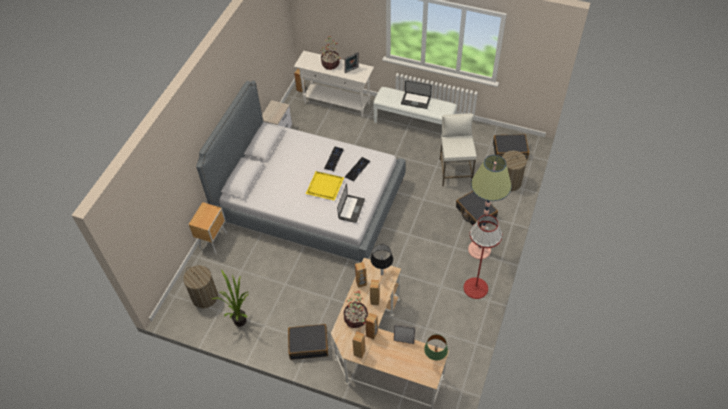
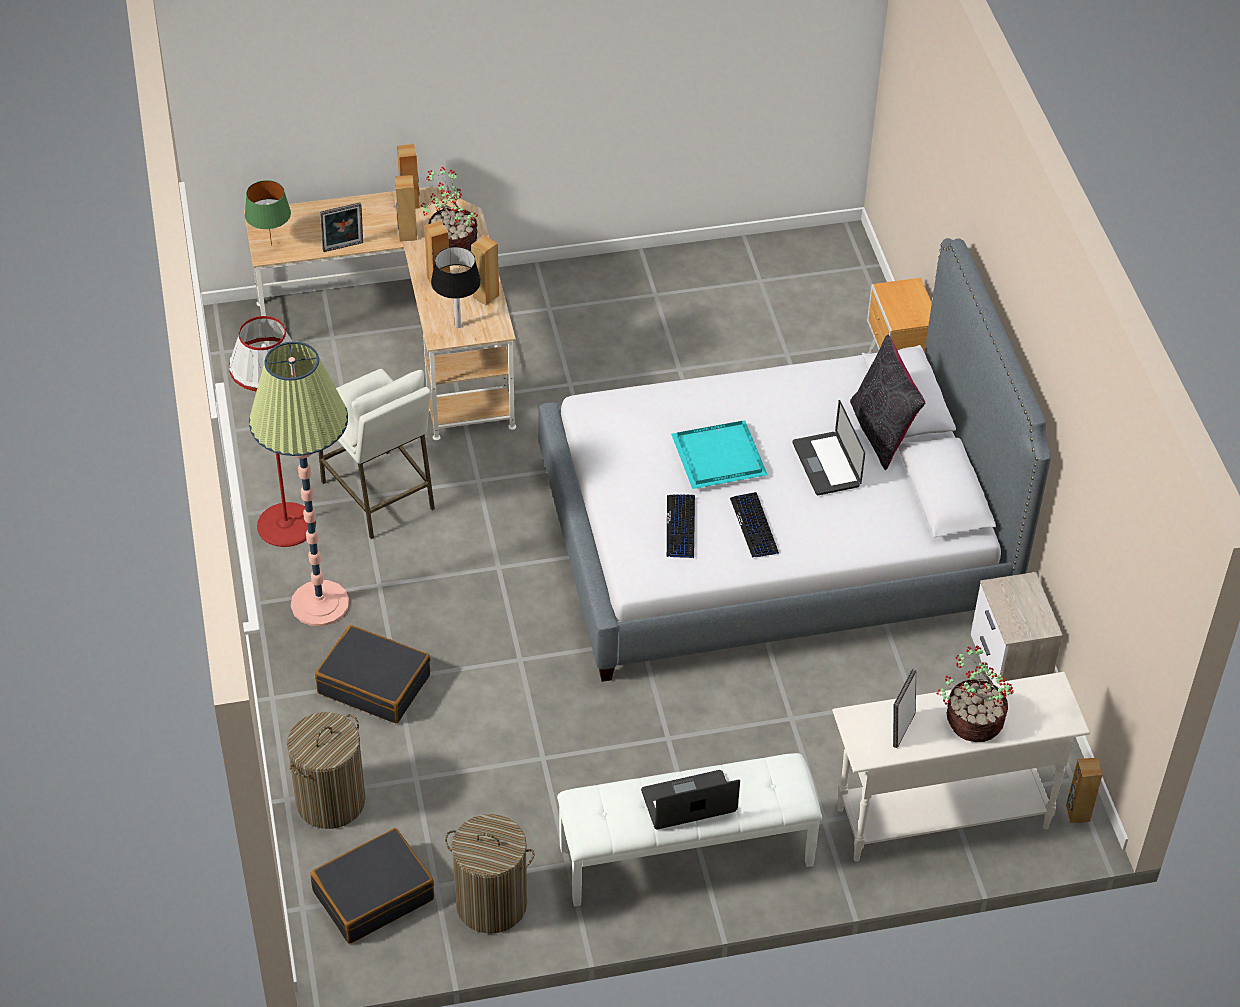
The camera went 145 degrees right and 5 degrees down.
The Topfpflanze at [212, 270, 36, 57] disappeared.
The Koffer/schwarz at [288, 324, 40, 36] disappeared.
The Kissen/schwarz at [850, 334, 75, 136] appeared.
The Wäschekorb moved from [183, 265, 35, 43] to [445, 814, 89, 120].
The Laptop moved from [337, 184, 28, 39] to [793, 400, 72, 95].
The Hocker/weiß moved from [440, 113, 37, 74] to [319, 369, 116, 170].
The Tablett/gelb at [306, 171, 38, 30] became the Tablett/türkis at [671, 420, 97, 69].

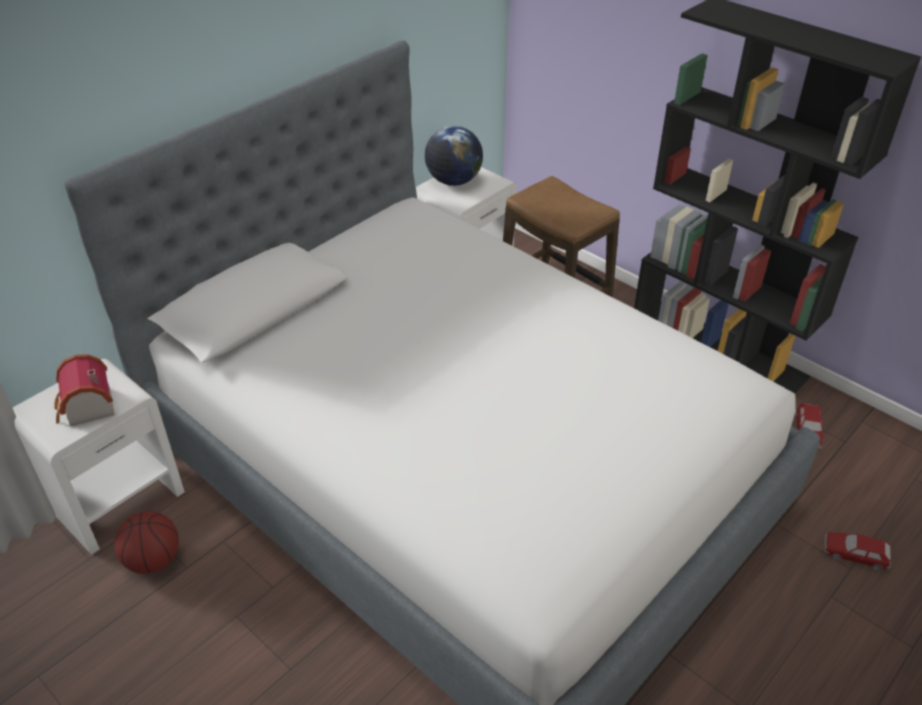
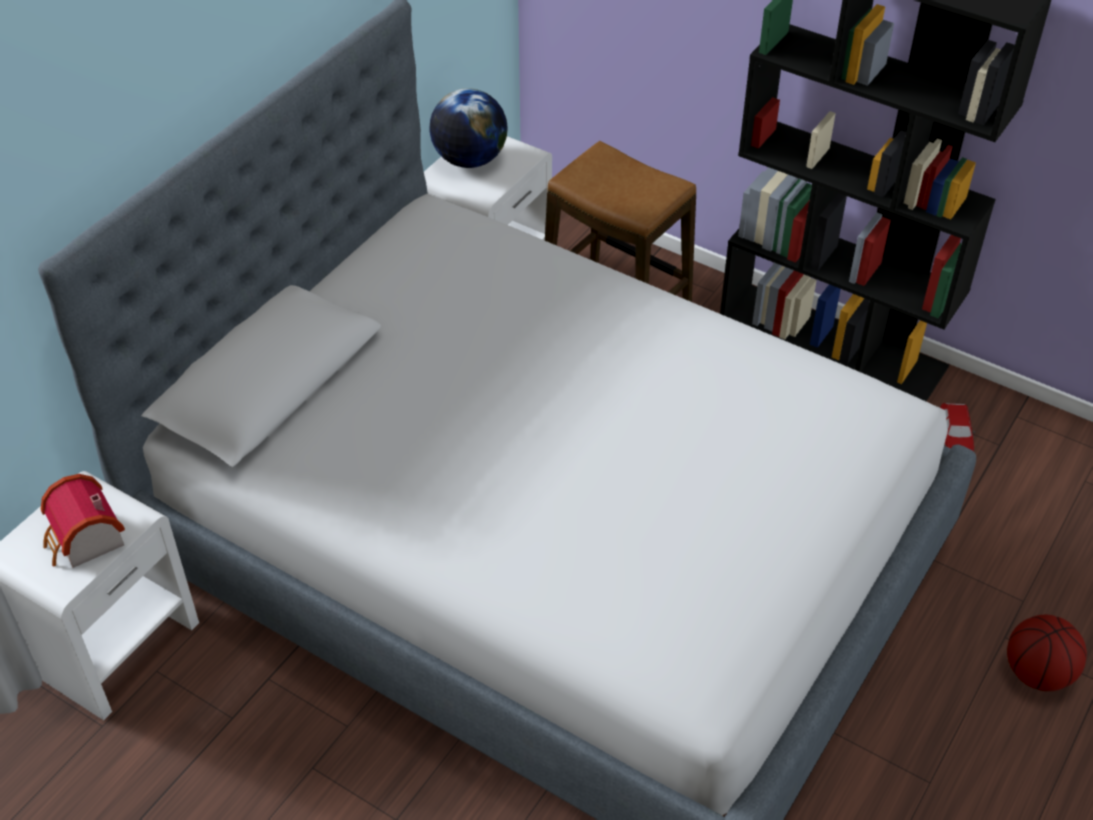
The camera went 10 degrees left and 5 degrees up.
The Spielzeugauto at [824, 532, 67, 39] disappeared.
The Basketball moved from [115, 511, 64, 63] to [1007, 615, 80, 76].

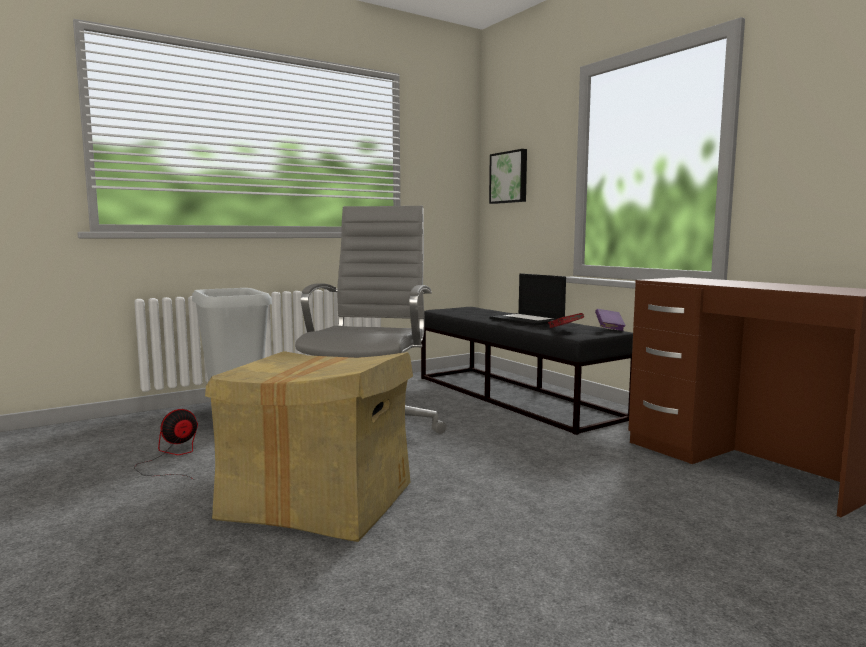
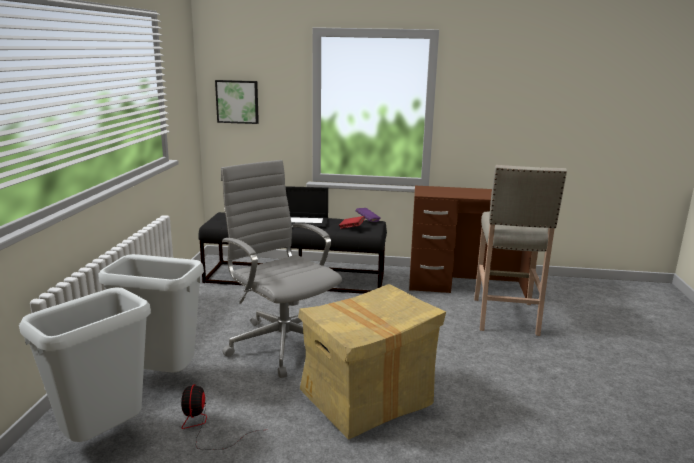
The camera went 50 degrees left and 10 degrees up.
The Mülleimer/grau at [19, 287, 132, 155] appeared.
The Hocker/beige at [474, 165, 93, 171] appeared.

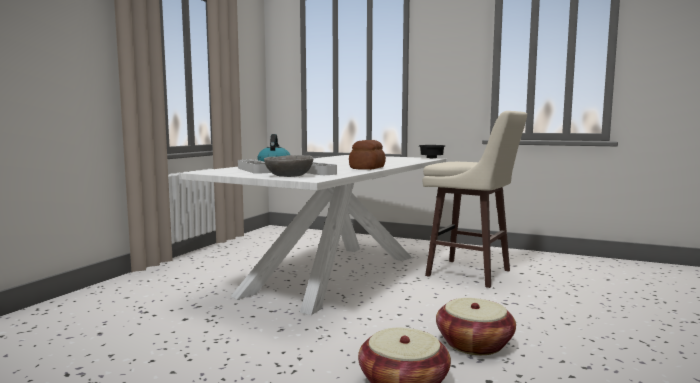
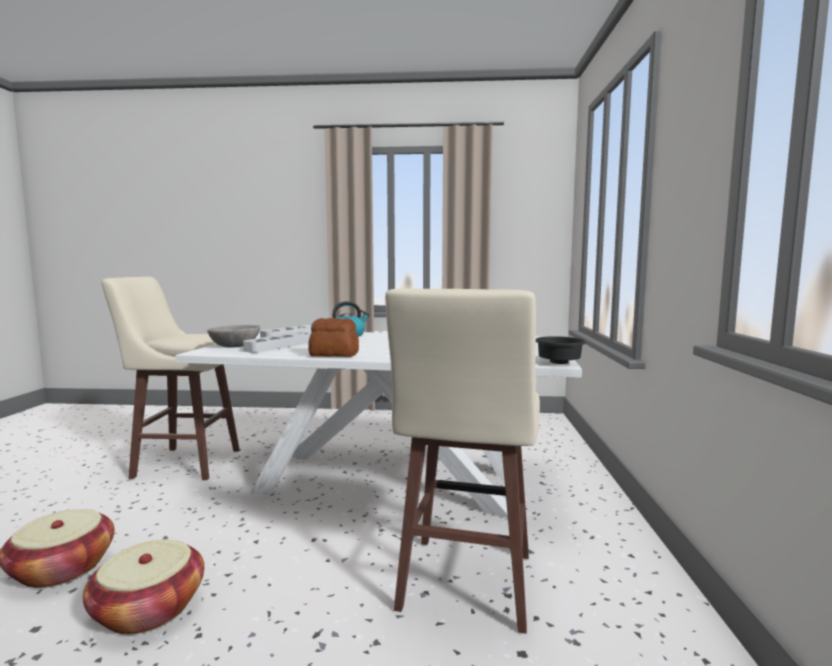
The camera went 70 degrees right and 0 degrees up.
The Hocker/beige at [101, 277, 139, 203] appeared.

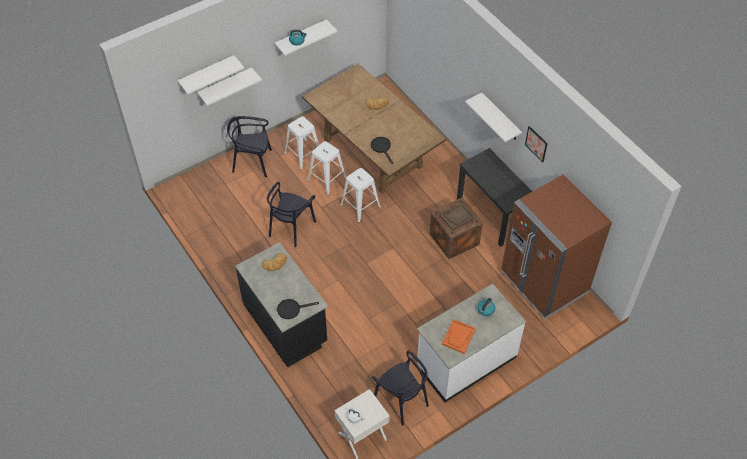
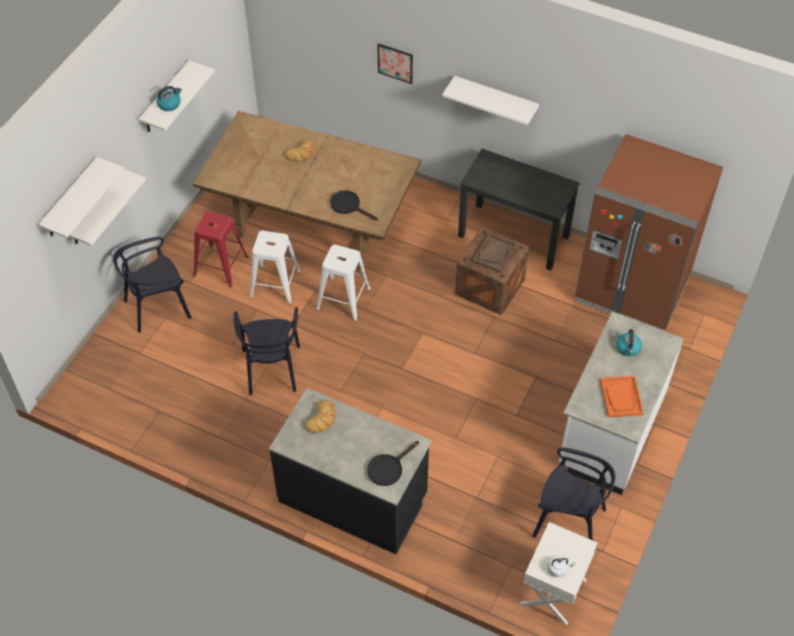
The camera went 30 degrees left and 0 degrees up.
The Bild moved from [525, 126, 22, 37] to [378, 43, 35, 41].
The Hocker/weiß at [284, 116, 35, 53] became the Hocker/rot at [193, 211, 56, 76].

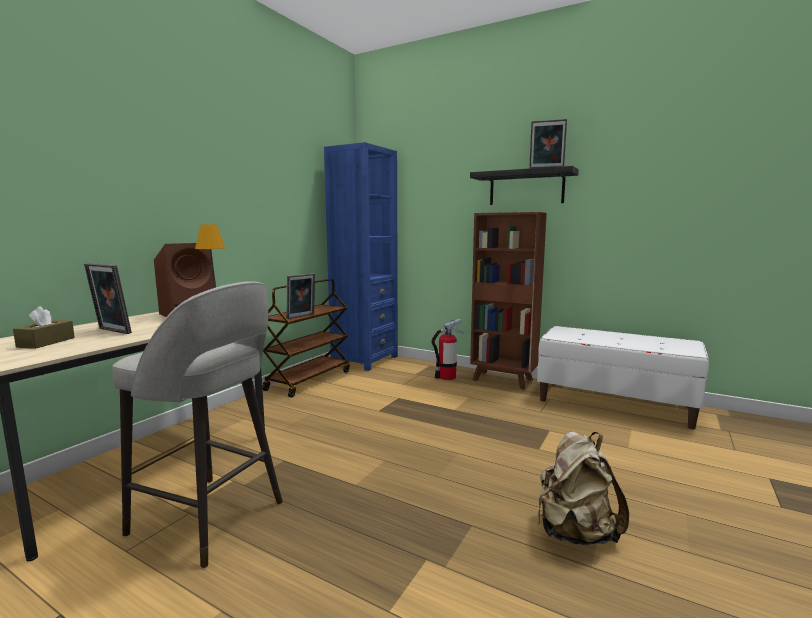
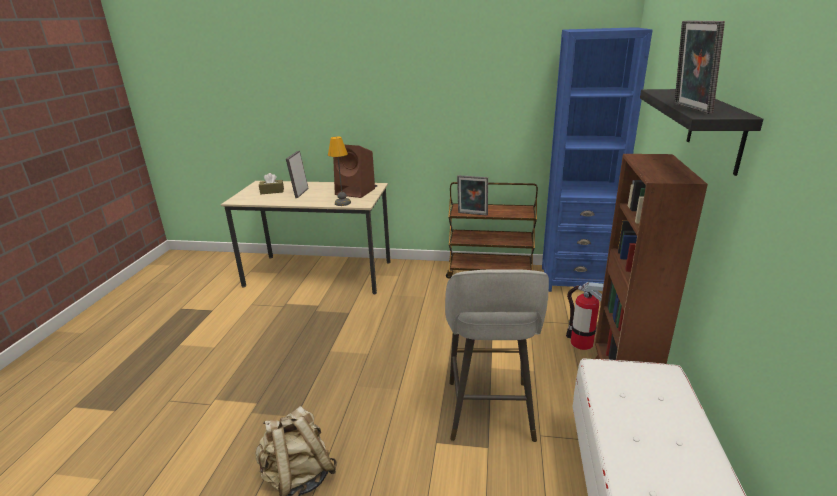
The camera went 70 degrees right and 15 degrees up.
The Hocker/grau moved from [112, 281, 171, 287] to [445, 269, 104, 173].

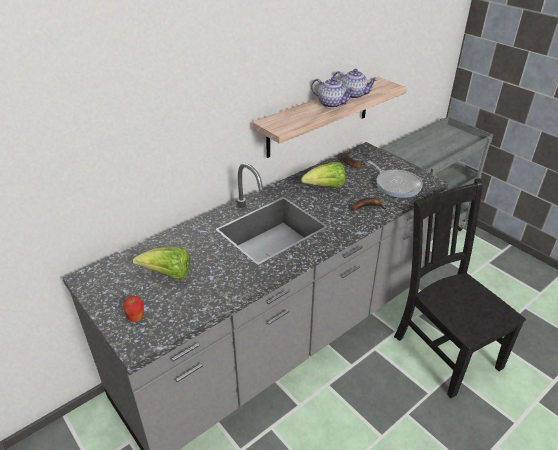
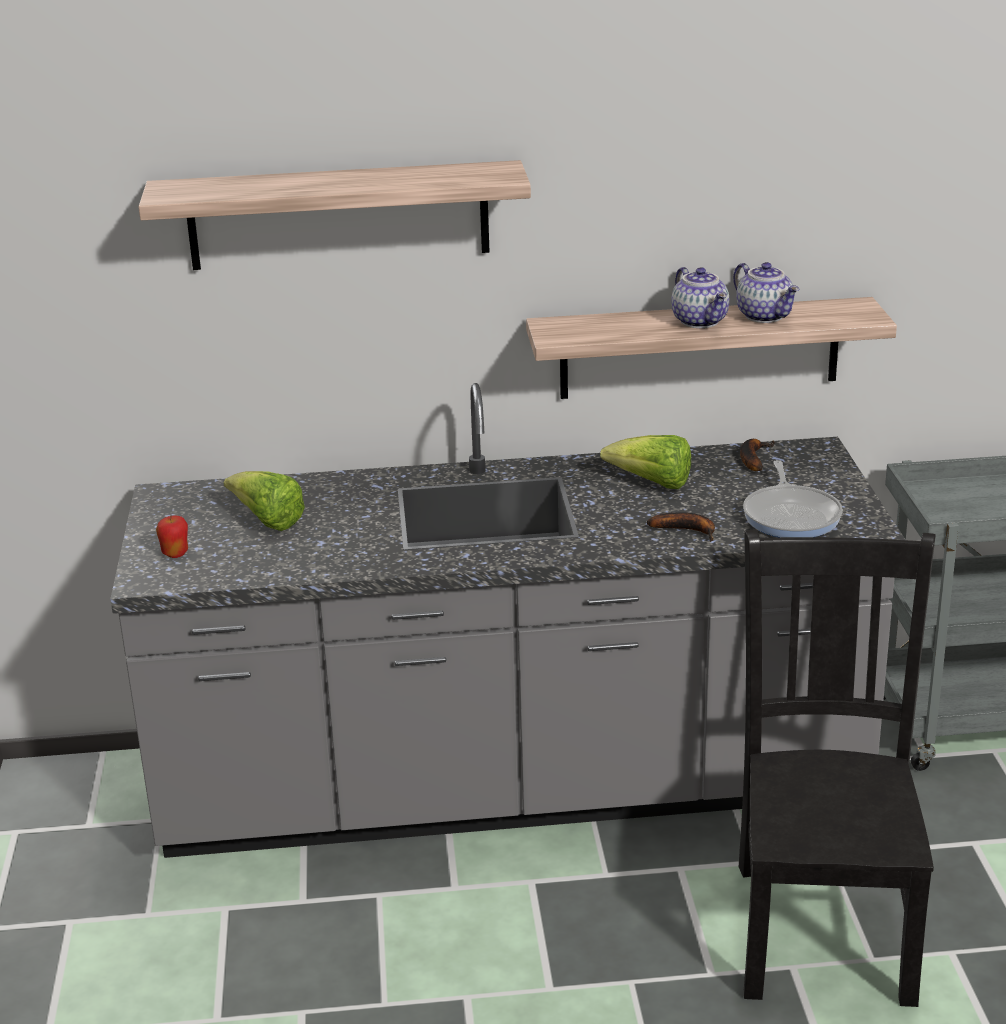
The camera went 35 degrees right and 10 degrees down.
The Wandregal at [139, 160, 392, 110] appeared.

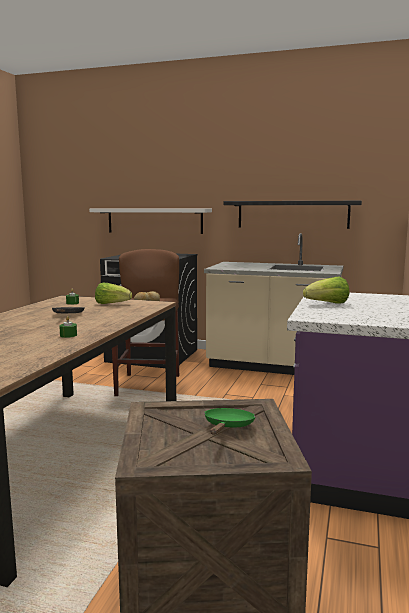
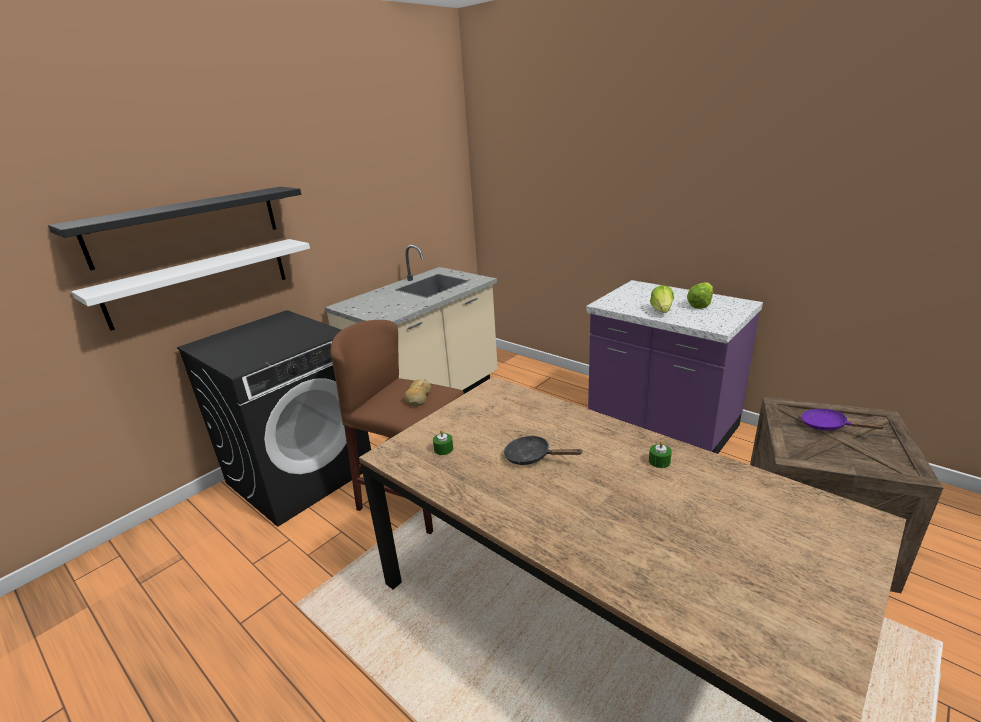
The camera went 65 degrees left and 15 degrees up.
The Salatkopf moved from [95, 283, 37, 21] to [687, 282, 26, 27].
The Wandregal/schwarz moved from [223, 201, 139, 28] to [48, 187, 253, 83].
The Pfanne/grün at [205, 408, 51, 27] became the Pfanne/lila at [801, 409, 84, 22].

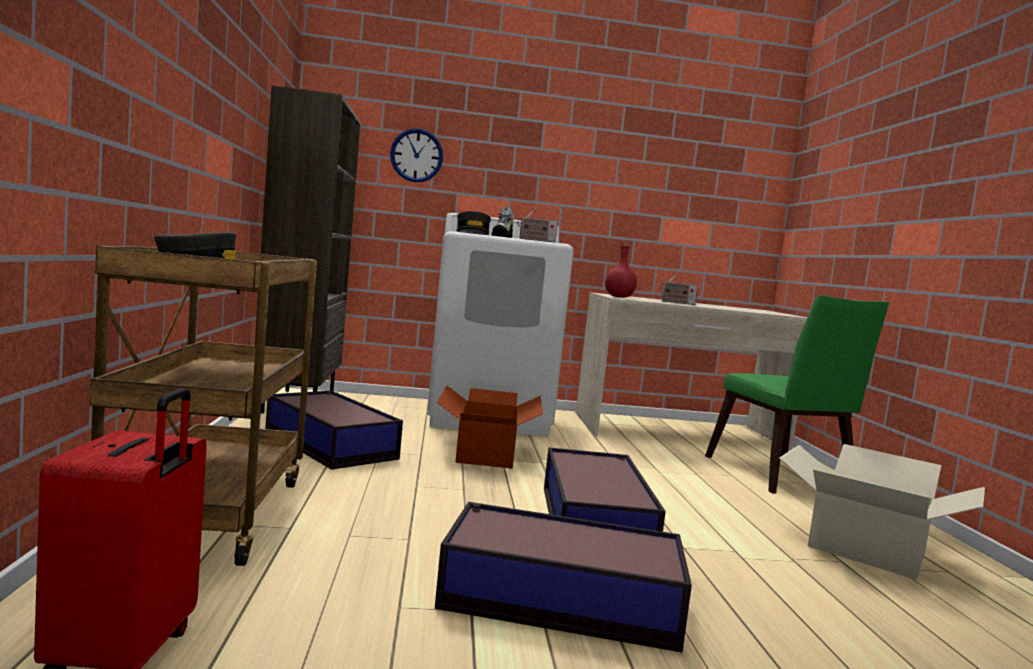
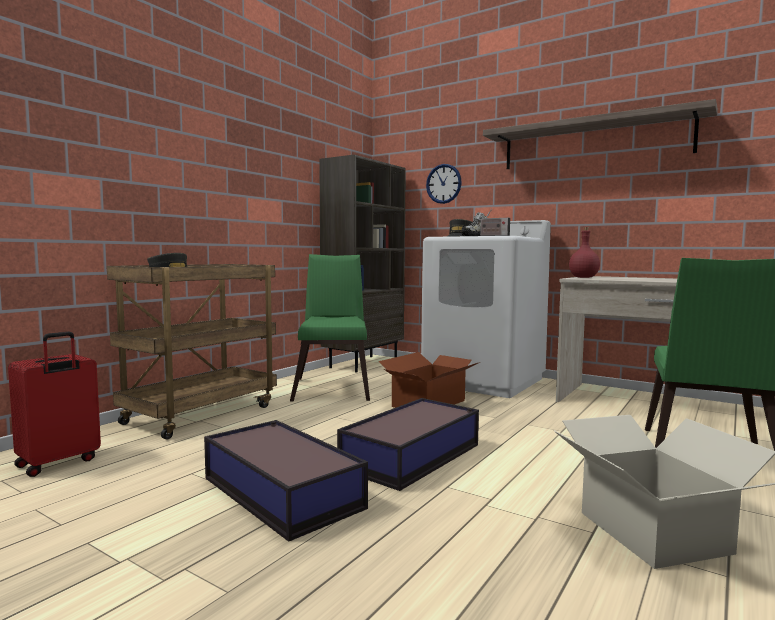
The camera went 40 degrees right and 0 degrees up.
The Radio at [660, 272, 38, 33] disappeared.
The Wandregal at [483, 99, 235, 70] appeared.
The Aufbewahrungsbox at [265, 391, 138, 79] was replaced by the Stuhl/grün at [290, 254, 80, 148].

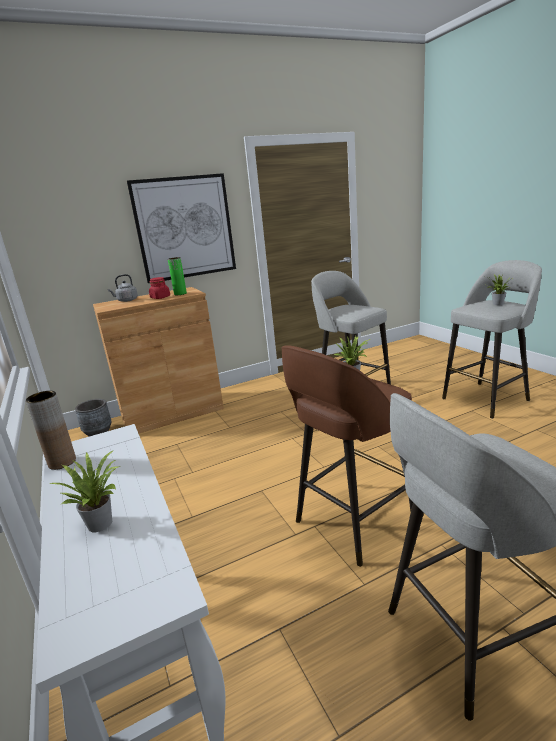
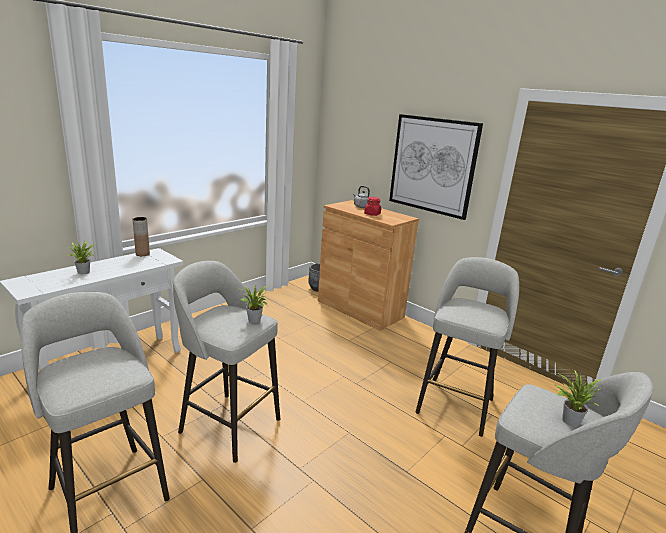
The camera went 65 degrees right and 0 degrees up.
The Vase/grün at [168, 257, 19, 38] disappeared.
The Hocker/braun at [282, 345, 131, 222] became the Hocker/grau at [173, 261, 107, 202].

